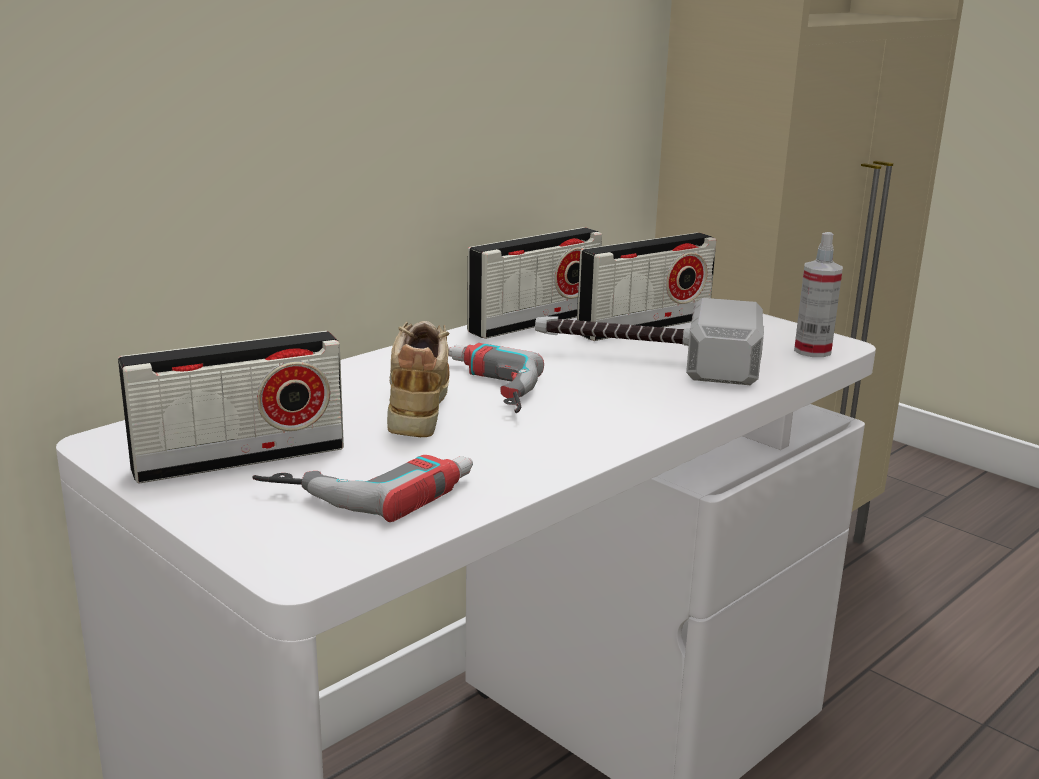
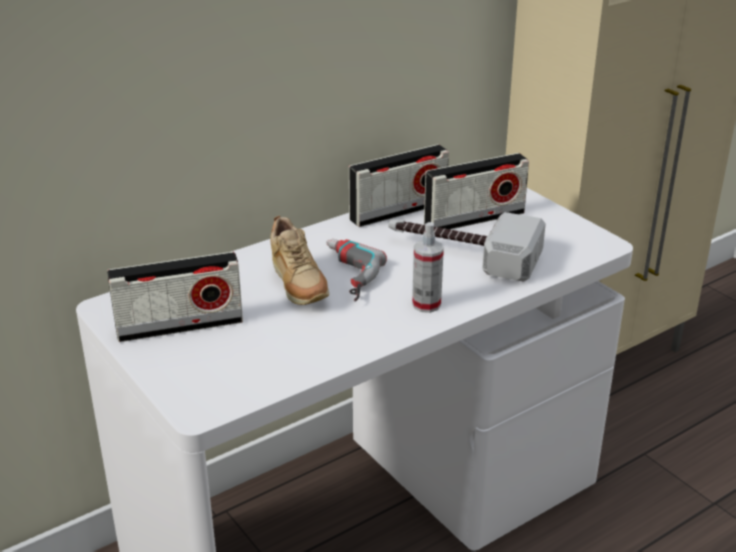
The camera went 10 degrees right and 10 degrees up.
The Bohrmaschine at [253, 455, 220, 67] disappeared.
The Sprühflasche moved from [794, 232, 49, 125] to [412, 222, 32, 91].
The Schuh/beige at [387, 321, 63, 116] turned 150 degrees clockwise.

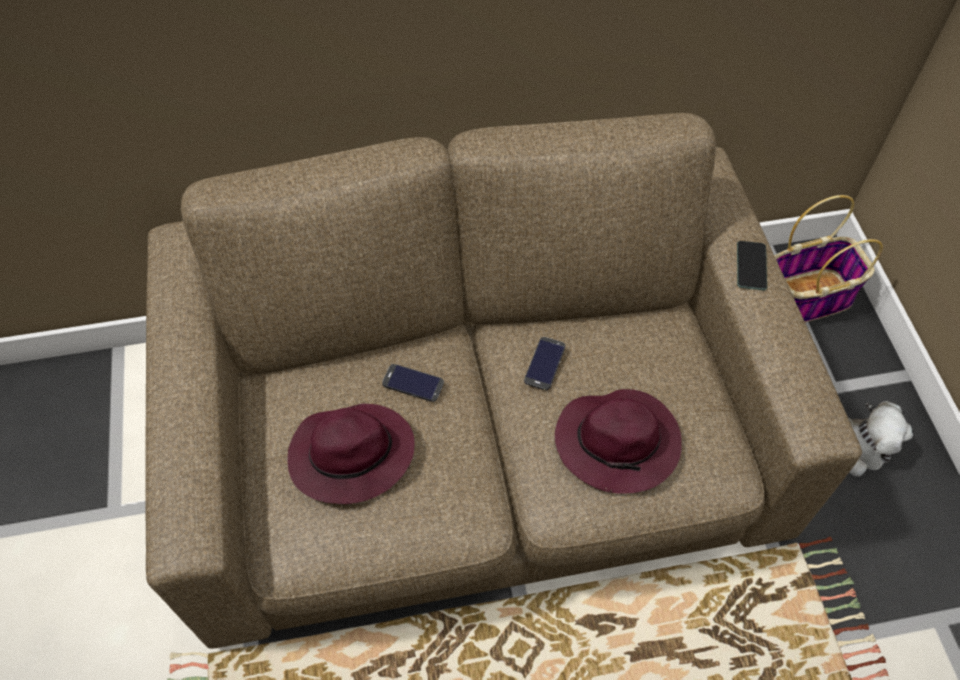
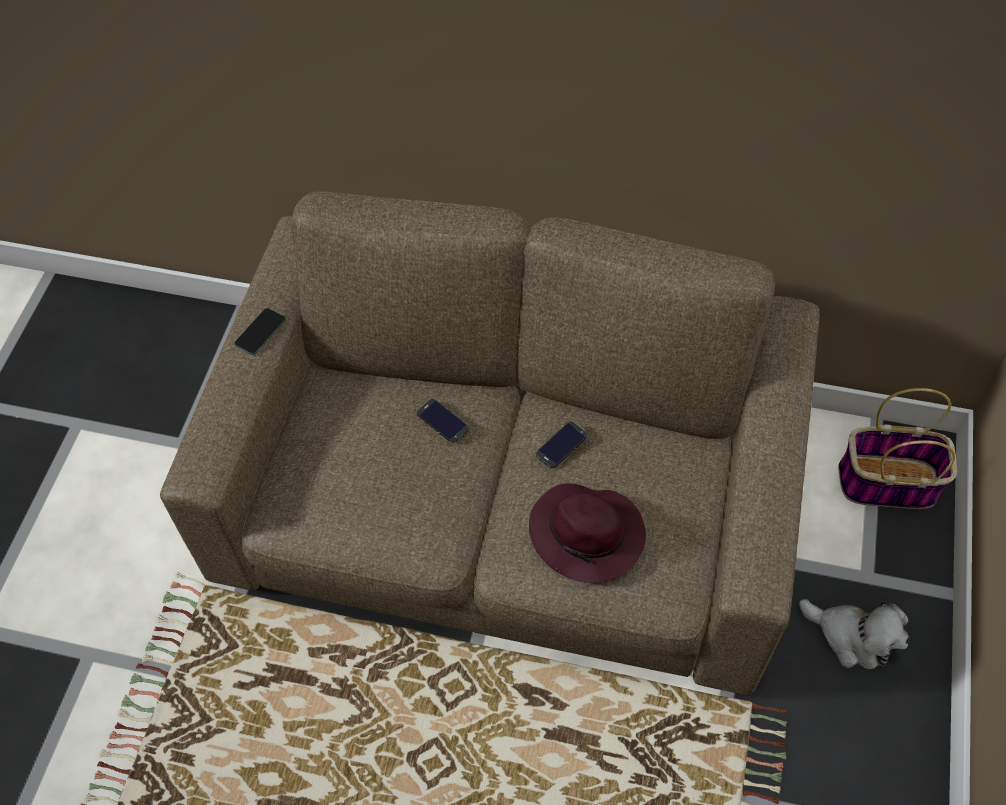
The camera went 25 degrees right and 0 degrees up.
The Hut/lila at [288, 403, 127, 101] disappeared.
The Handy moved from [737, 241, 30, 49] to [234, 308, 52, 47].

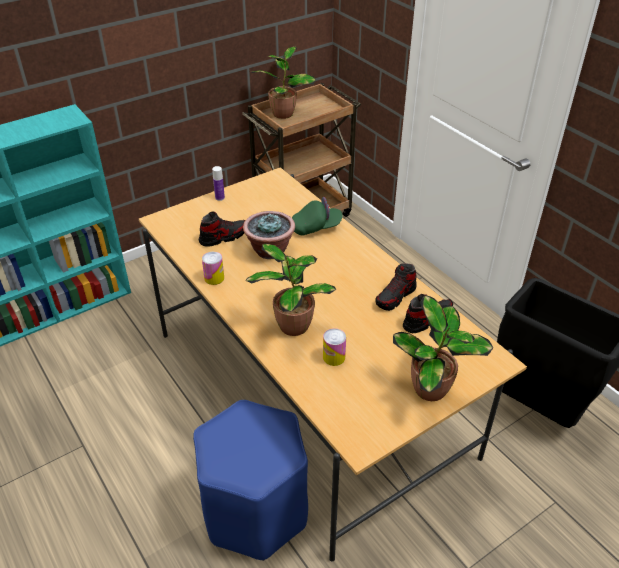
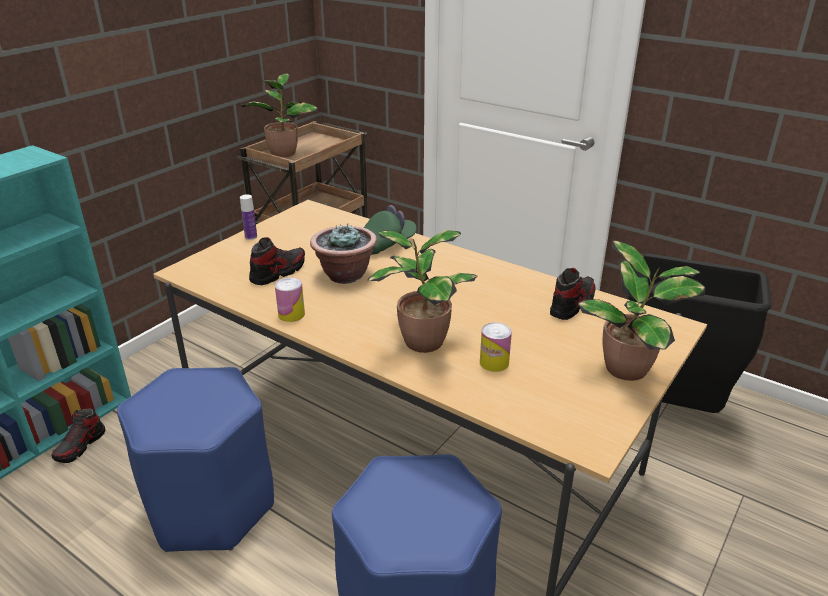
The camera went 20 degrees left and 10 degrees down.
The Hocker/blau at [117, 367, 157, 185] appeared.
The Schuh moved from [376, 263, 41, 48] to [51, 409, 54, 54].

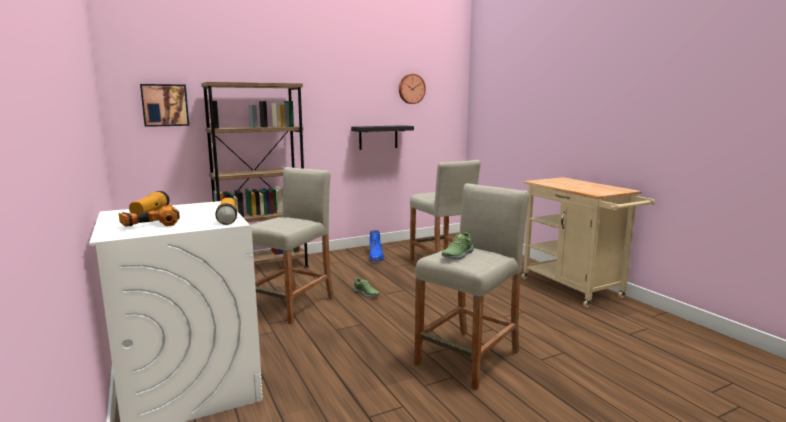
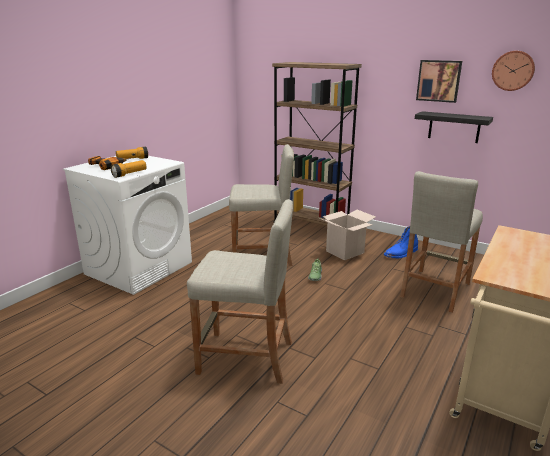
The camera went 60 degrees right and 10 degrees up.
The Schuh at [442, 231, 32, 29] disappeared.
The Karton at [319, 210, 57, 50] appeared.
The Bild moved from [140, 84, 49, 43] to [416, 60, 46, 43].

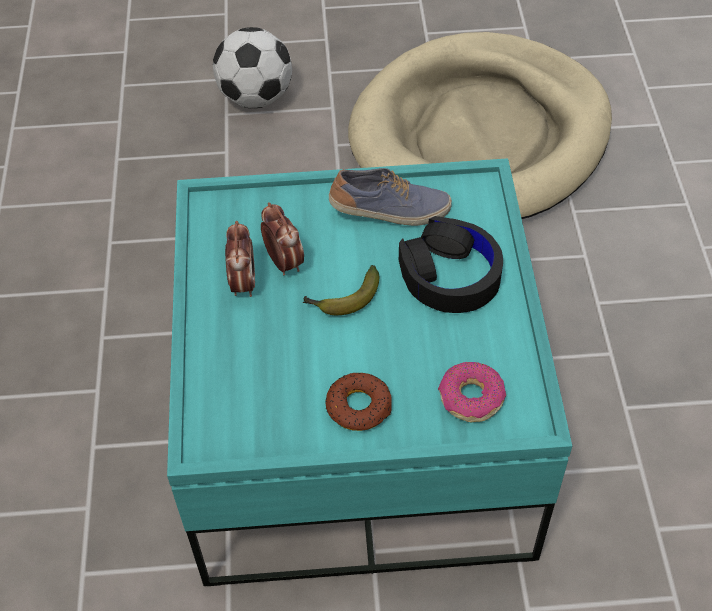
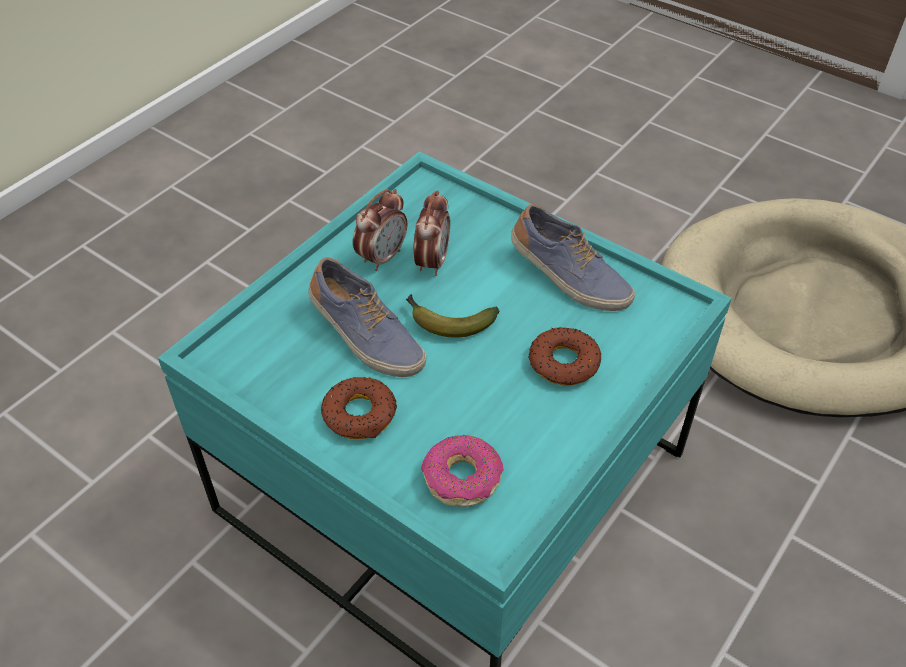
The camera went 40 degrees right and 5 degrees down.
The Fußball at [213, 27, 79, 81] disappeared.
The Schuh at [308, 257, 119, 120] appeared.
The Kopfhörer/schwarz at [399, 216, 104, 97] was replaced by the Donut at [528, 327, 73, 58].

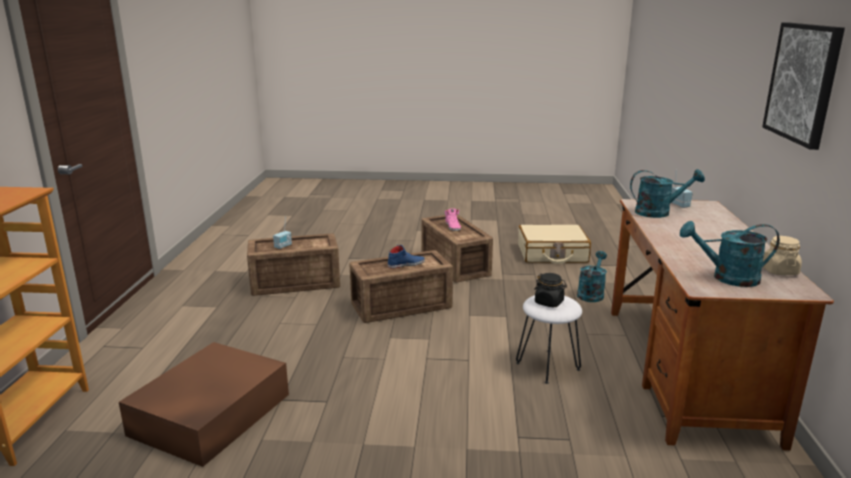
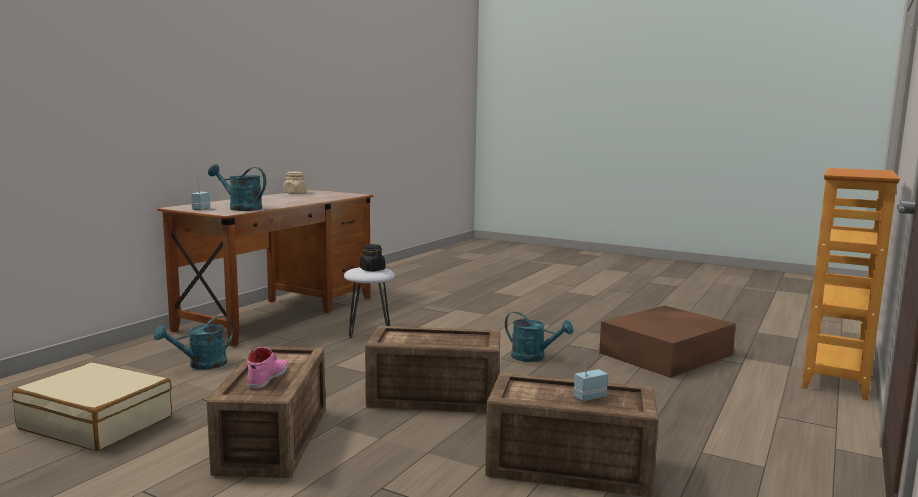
The camera went 155 degrees left and 10 degrees down.
The Schuh/blau at [388, 245, 37, 24] disappeared.
The Bild at [762, 22, 83, 128] disappeared.
The Gießkanne/türkis moved from [680, 221, 100, 66] to [505, 312, 68, 50].

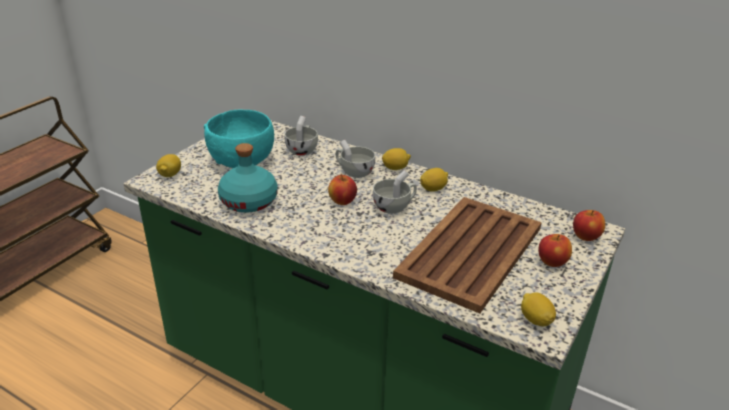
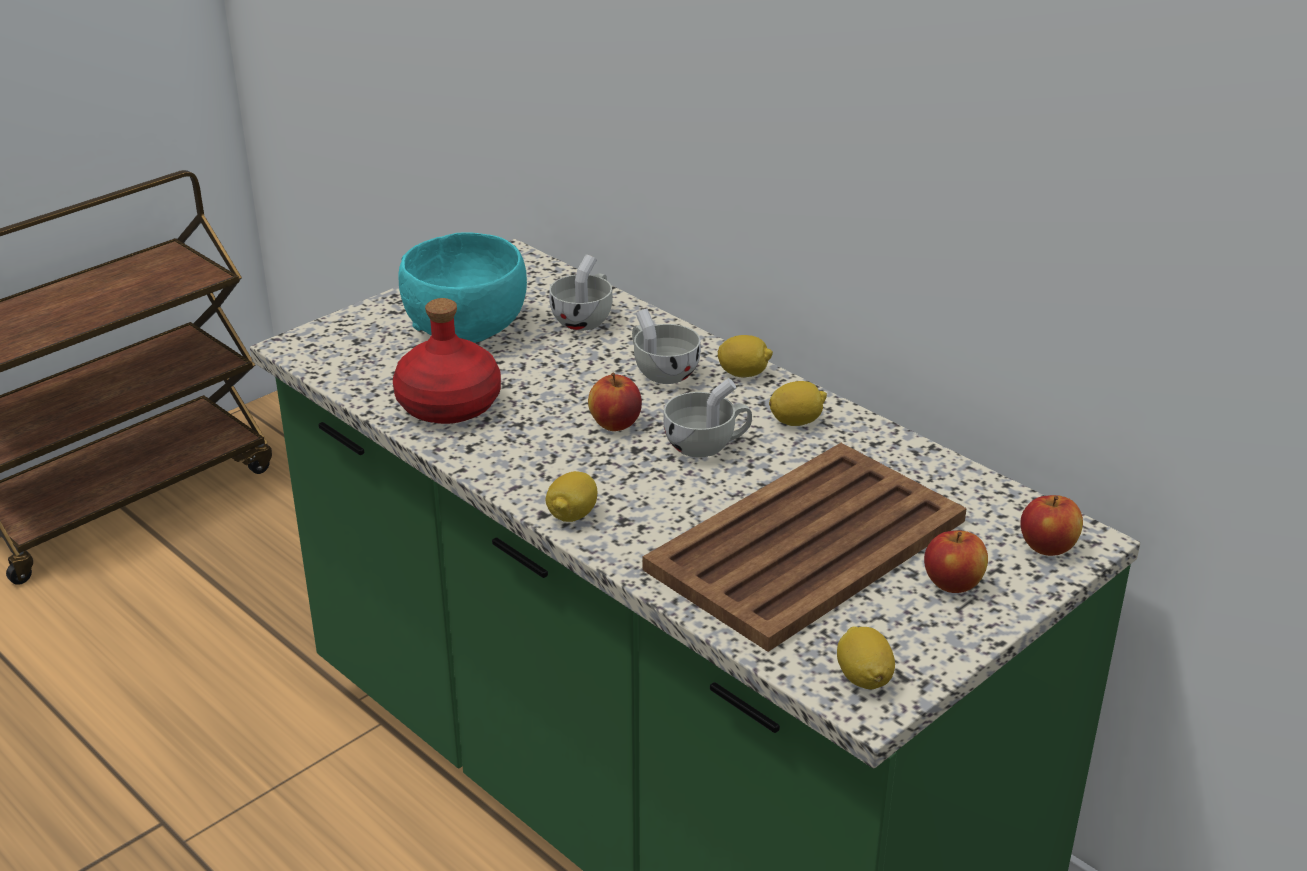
The camera went 15 degrees right and 0 degrees up.
The Zitrone moved from [156, 154, 25, 23] to [546, 471, 51, 51].
The Flasche/türkis at [218, 143, 60, 70] became the Flasche/rot at [393, 298, 108, 126].

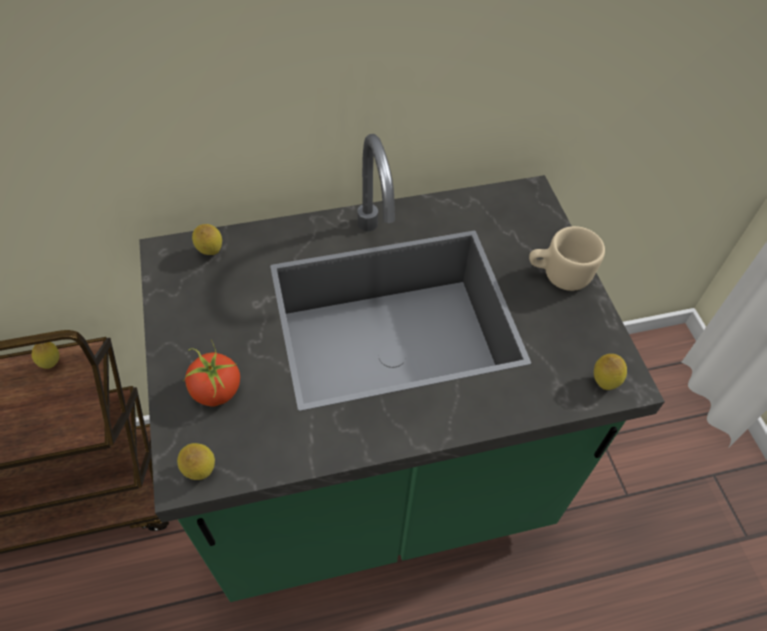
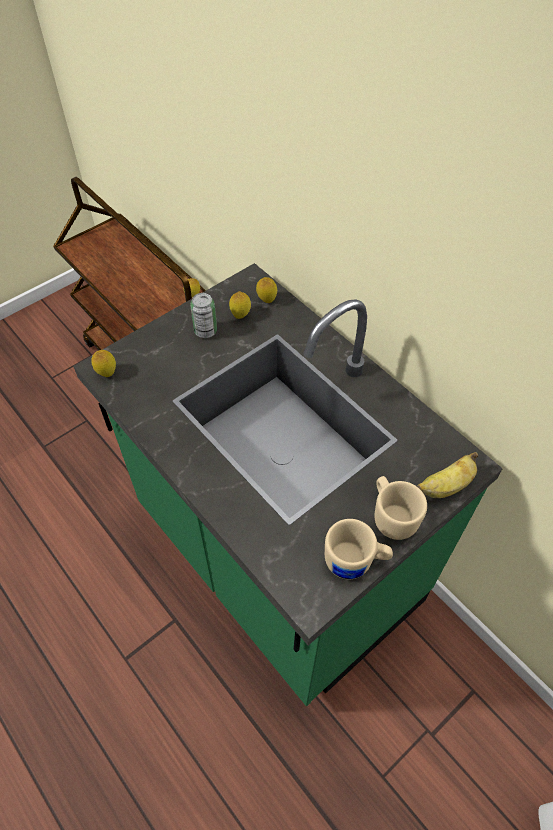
The camera went 65 degrees right and 0 degrees up.
The Tomate at [182, 340, 58, 67] disappeared.
The Dose at [190, 293, 27, 45] appeared.
The Henkelbecher/beige at [325, 519, 68, 60] appeared.
The Banane at [417, 452, 61, 46] appeared.
The Zitrone moved from [594, 354, 33, 36] to [229, 291, 22, 28].

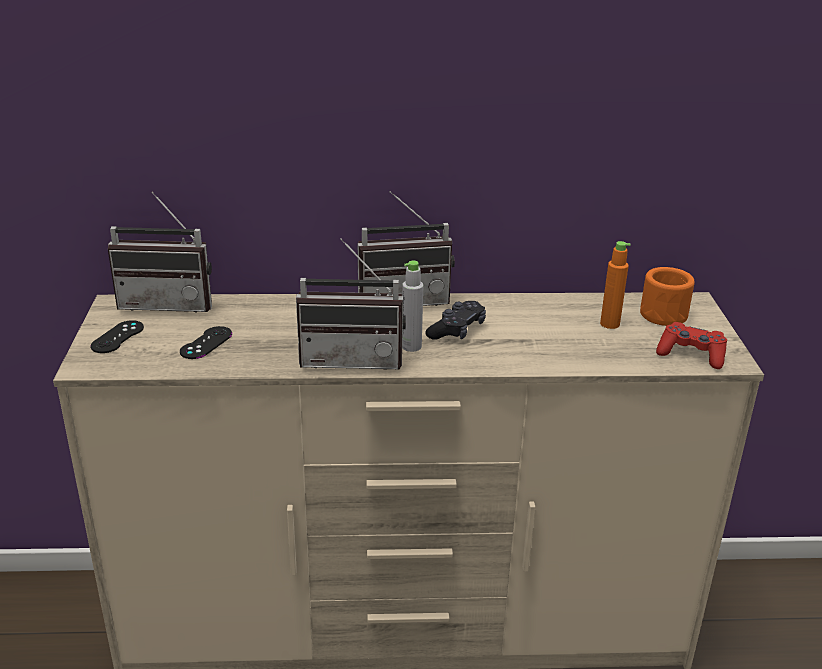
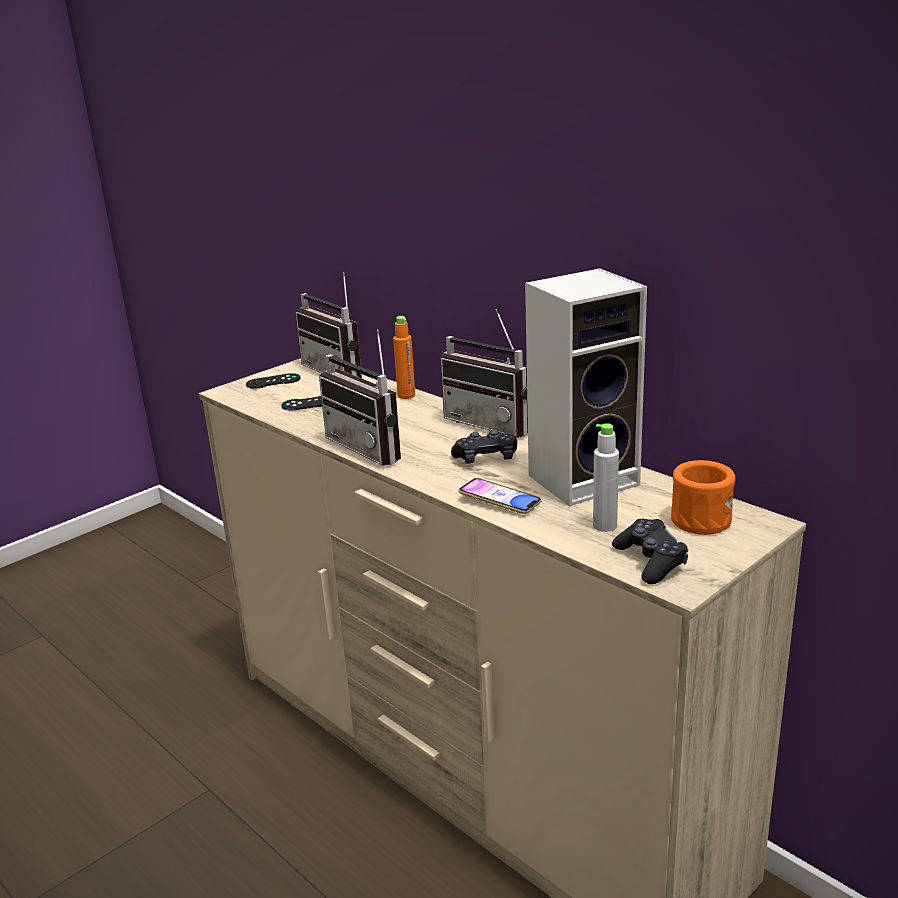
The camera went 50 degrees right and 5 degrees down.
The Handy at [459, 478, 82, 36] appeared.
The Lautsprecher at [525, 268, 122, 238] appeared.
The Flasche/grau moved from [402, 261, 21, 91] to [593, 423, 26, 109].
The Flasche/orange moved from [600, 241, 31, 88] to [393, 316, 22, 83].
The Gamepad/rot at [656, 322, 71, 47] became the Gamepad/schwarz at [612, 519, 76, 65].

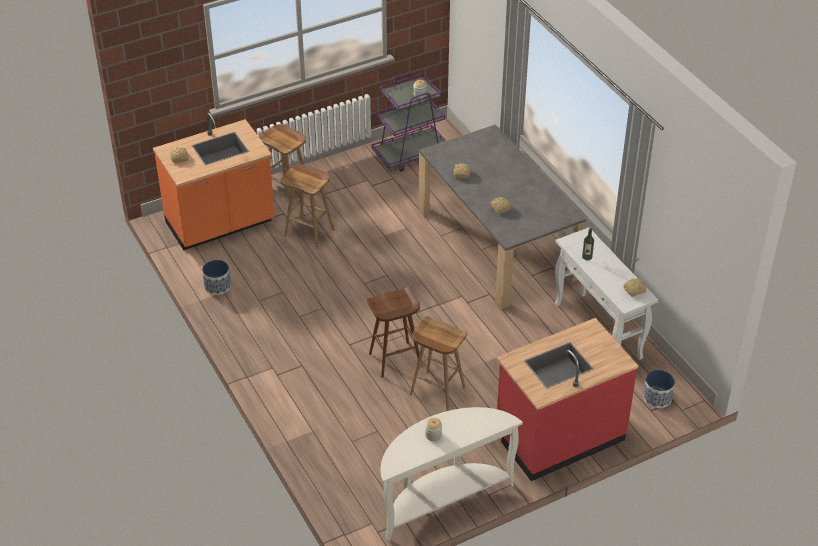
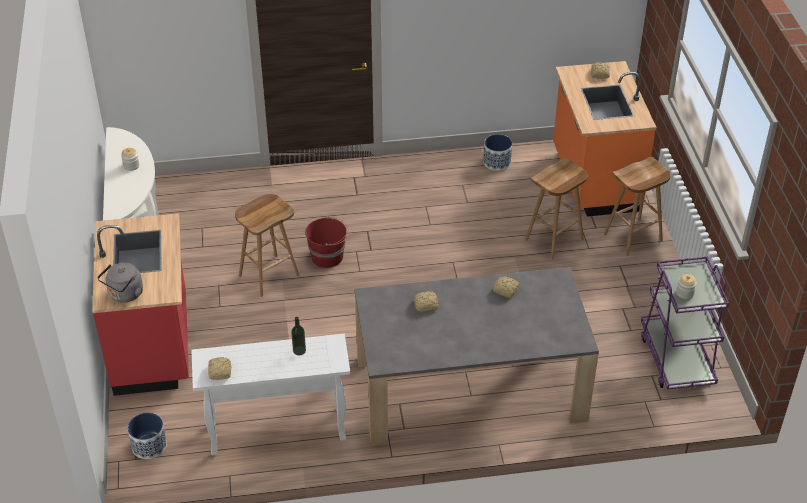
The camera went 110 degrees right and 0 degrees up.
The Wasserkessel/grau at [97, 262, 46, 40] appeared.
The Hocker/braun at [367, 287, 53, 91] was replaced by the Eimer/rot at [305, 217, 43, 51].

